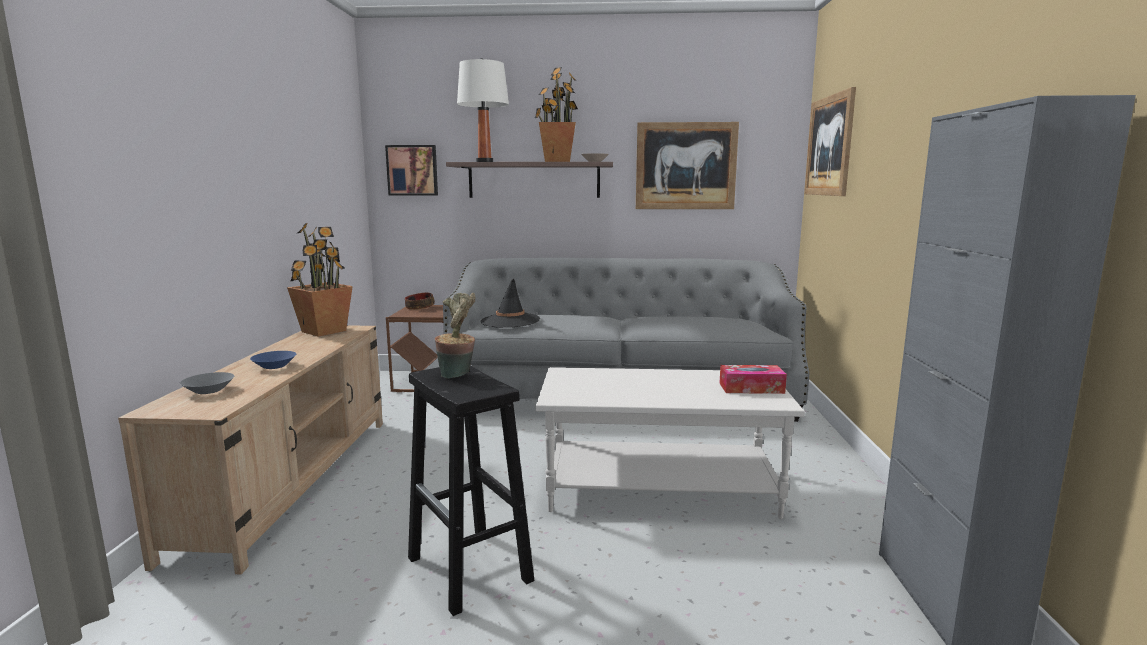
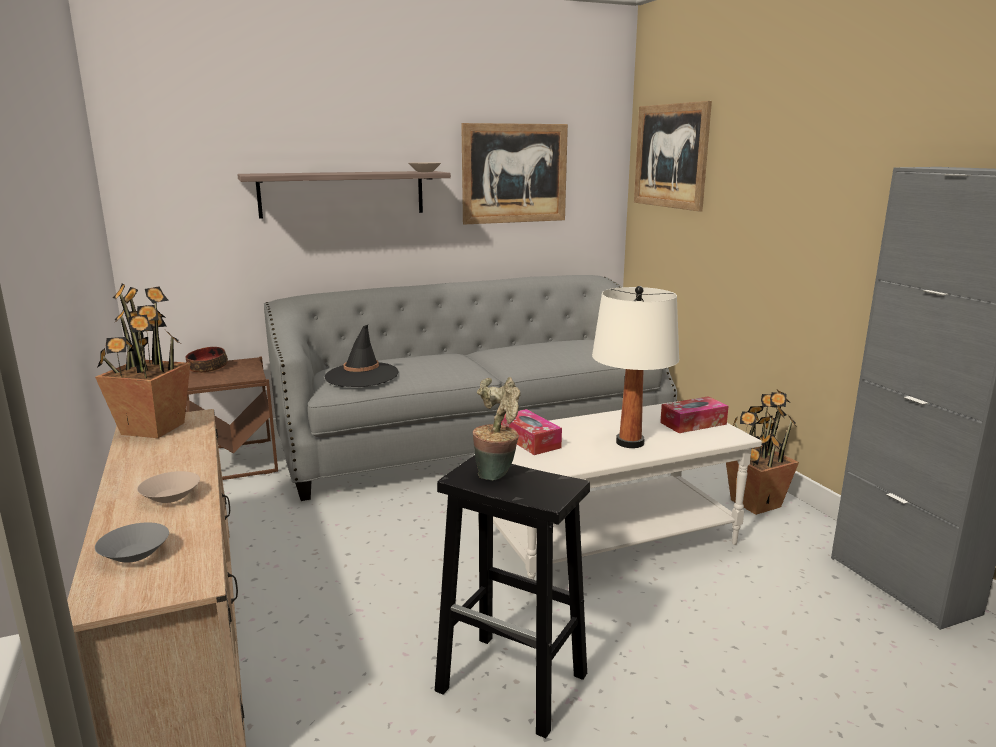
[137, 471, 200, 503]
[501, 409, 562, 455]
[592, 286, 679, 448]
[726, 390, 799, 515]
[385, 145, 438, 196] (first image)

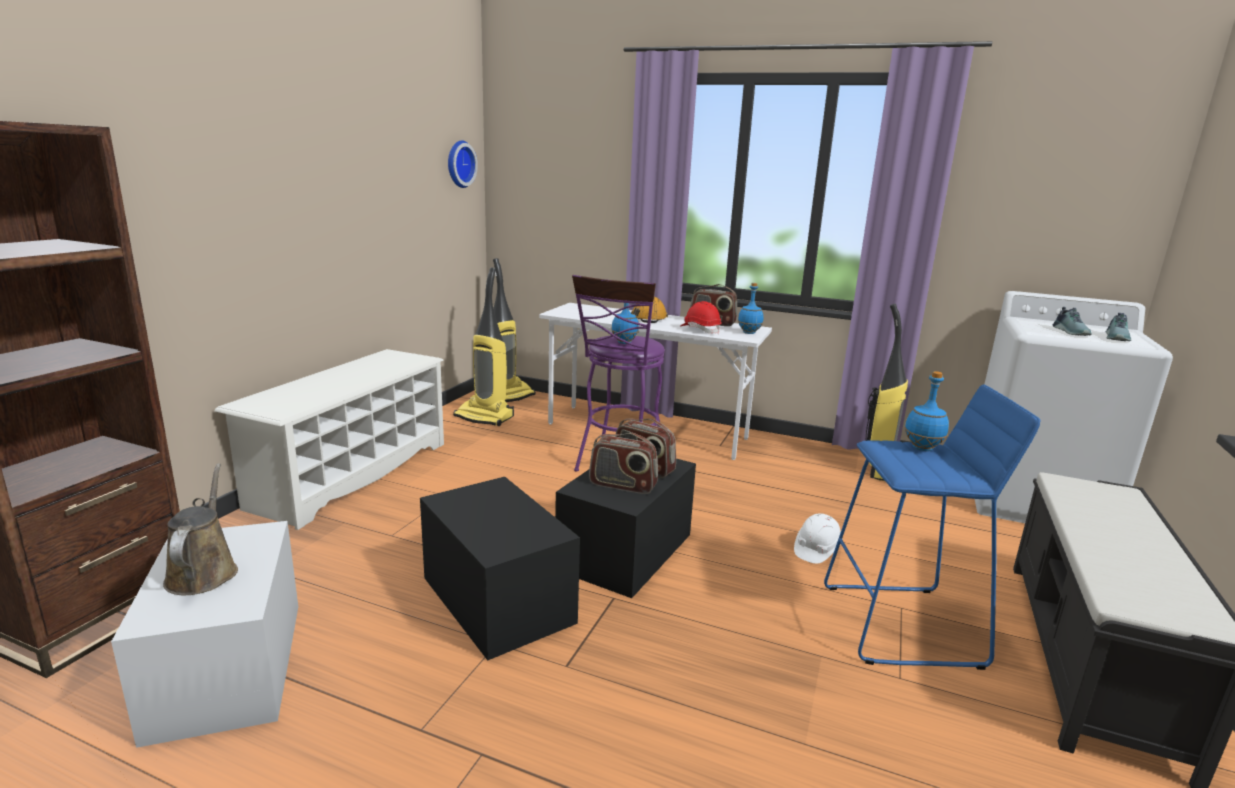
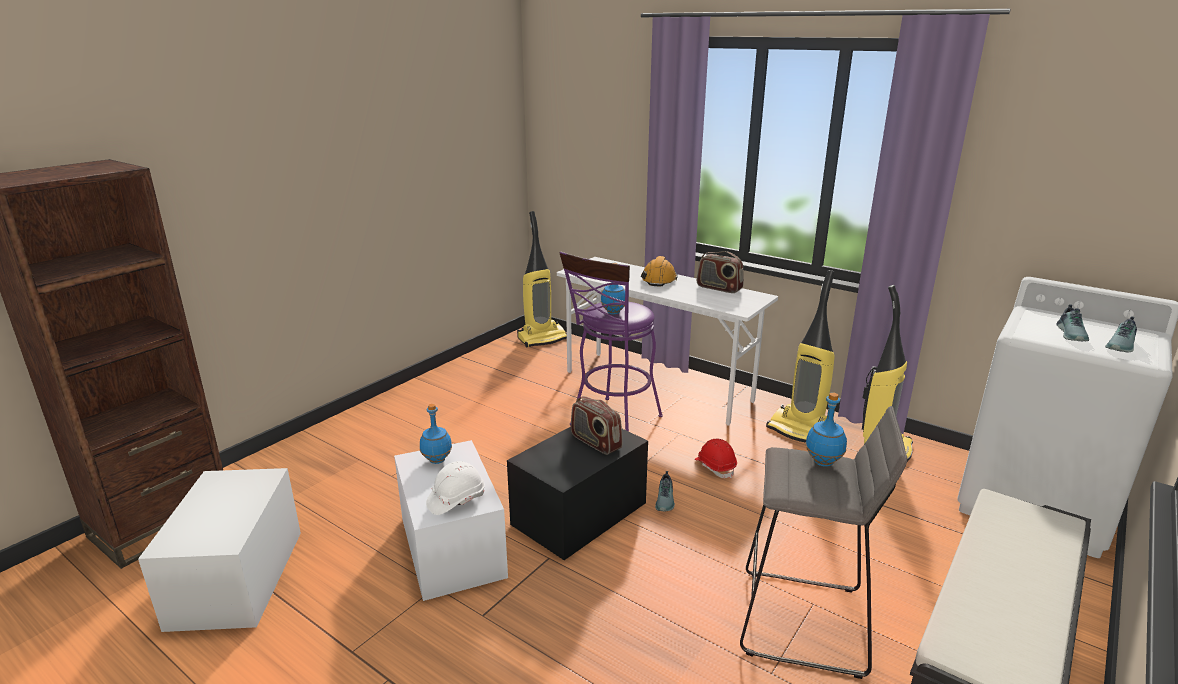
[394, 440, 508, 601]
[420, 404, 452, 464]
[426, 461, 485, 515]
[655, 471, 675, 511]
[695, 439, 737, 478]
[740, 406, 907, 679]
[766, 270, 836, 443]
[163, 463, 238, 595] (first image)
[215, 349, 444, 530] (first image)
[448, 141, 478, 188] (first image)
[589, 433, 658, 494] (first image)

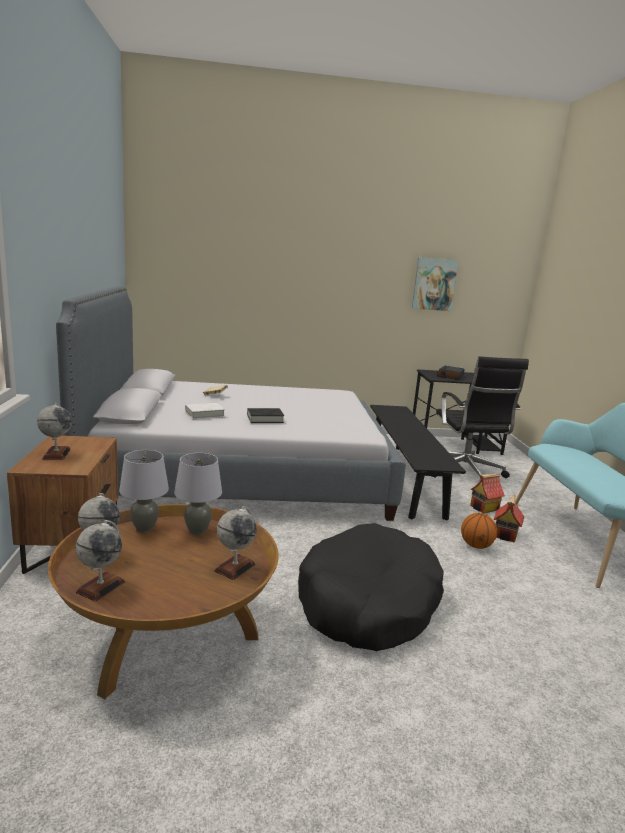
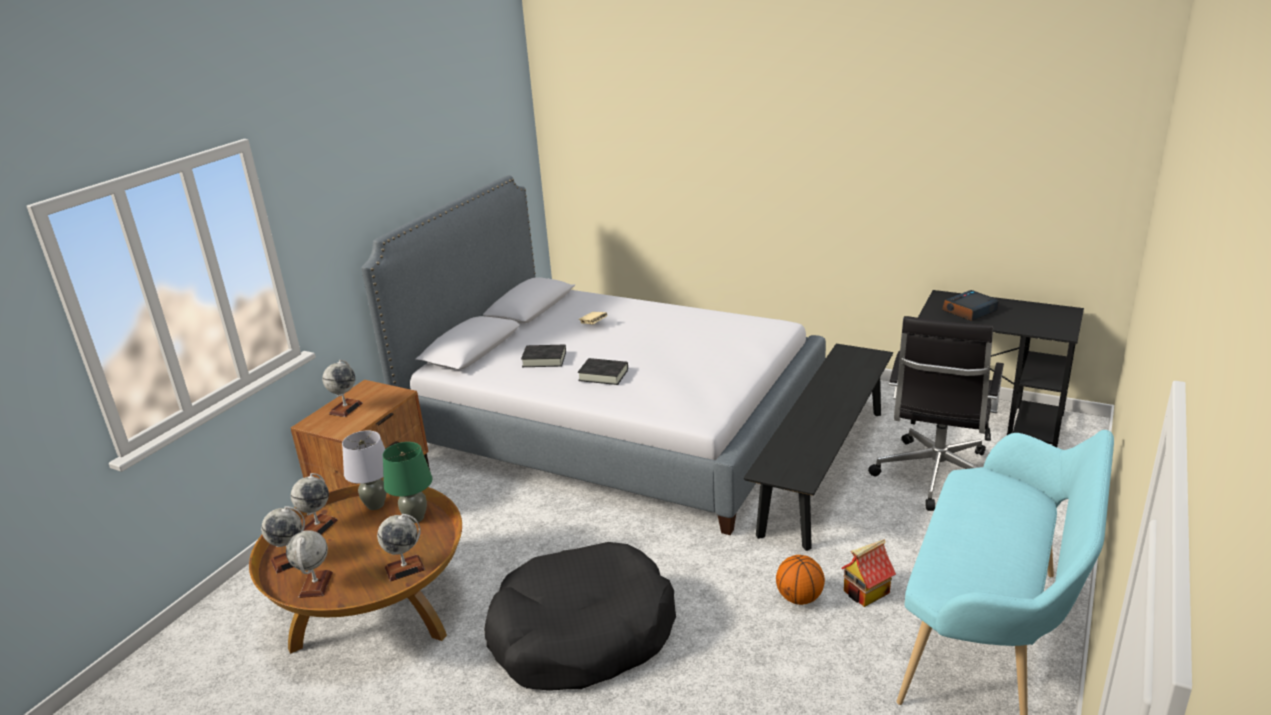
[286, 530, 333, 598]
[383, 442, 432, 523]
[521, 345, 566, 367]
[412, 257, 459, 311] (first image)
[470, 474, 505, 514] (first image)

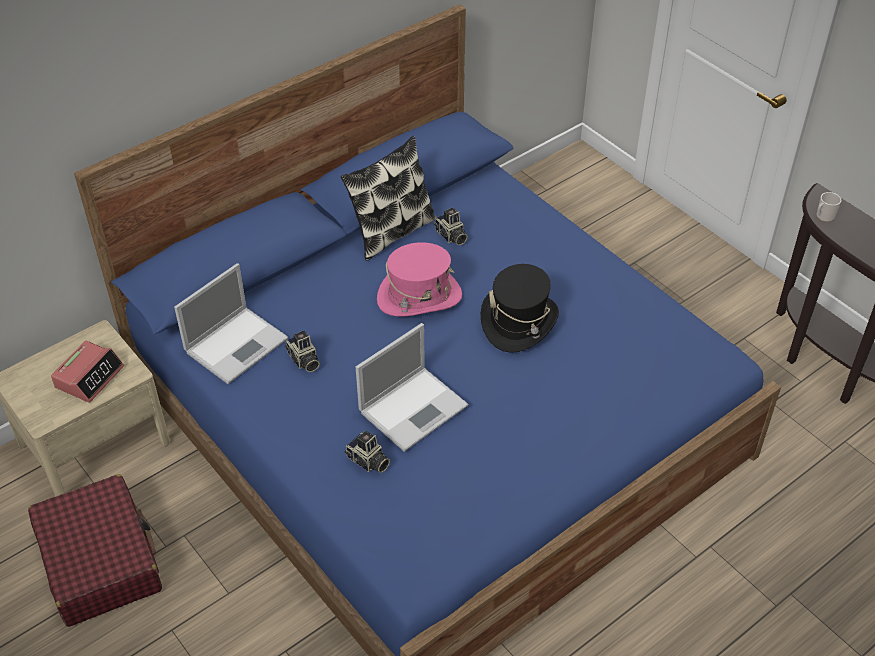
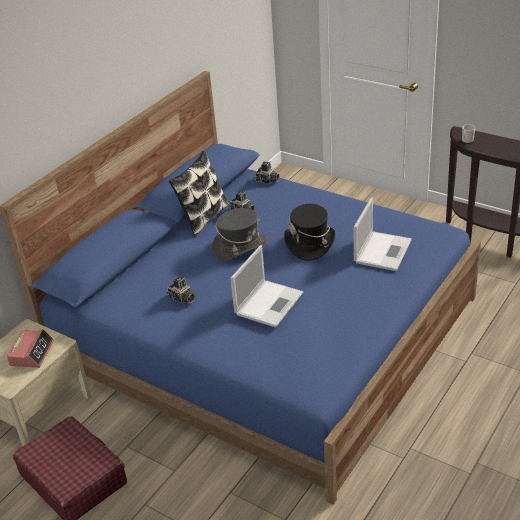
[212, 208, 268, 260]
[254, 161, 280, 184]
[354, 198, 412, 271]

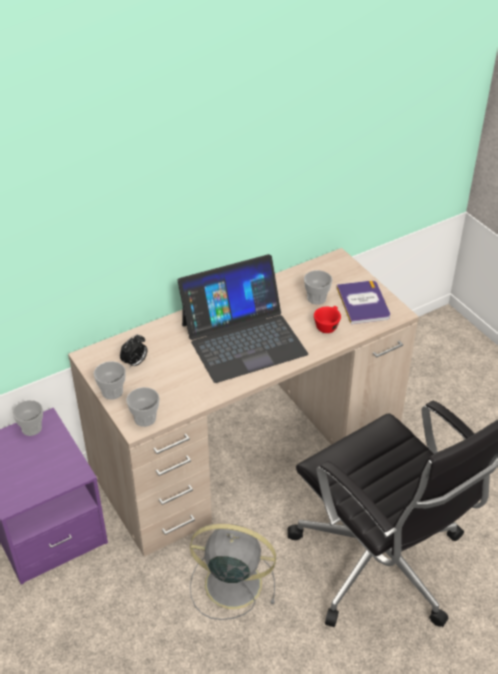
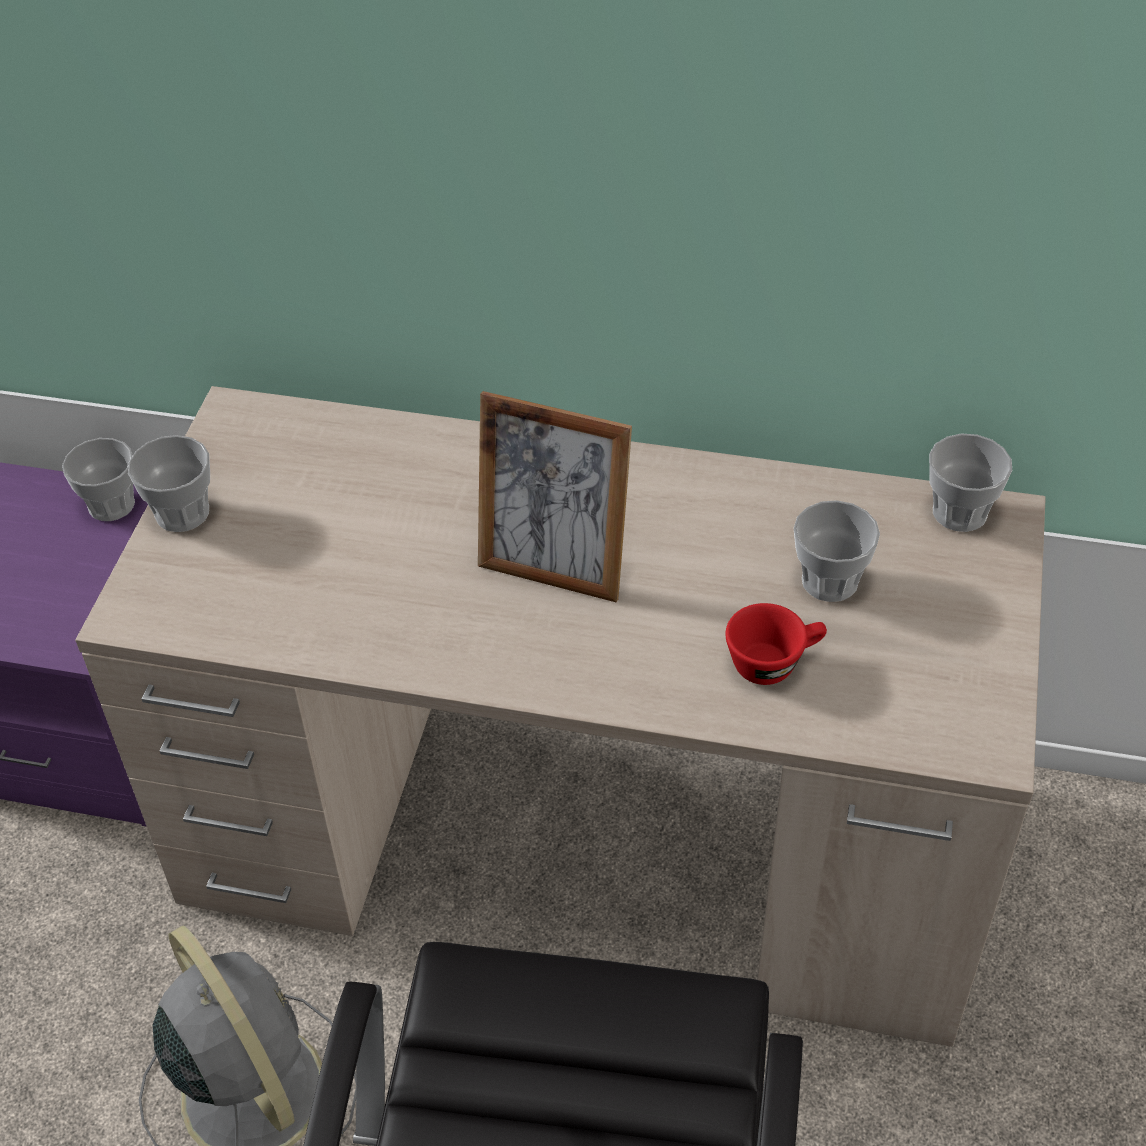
[478, 391, 632, 602]
[929, 433, 1012, 532]
[120, 334, 147, 369] (first image)
[336, 281, 390, 324] (first image)

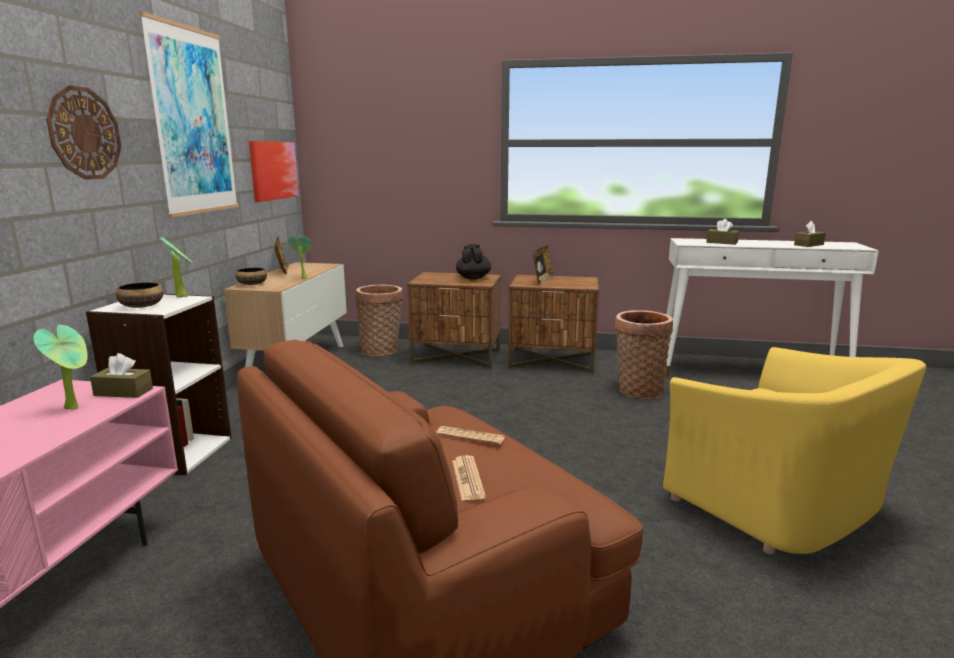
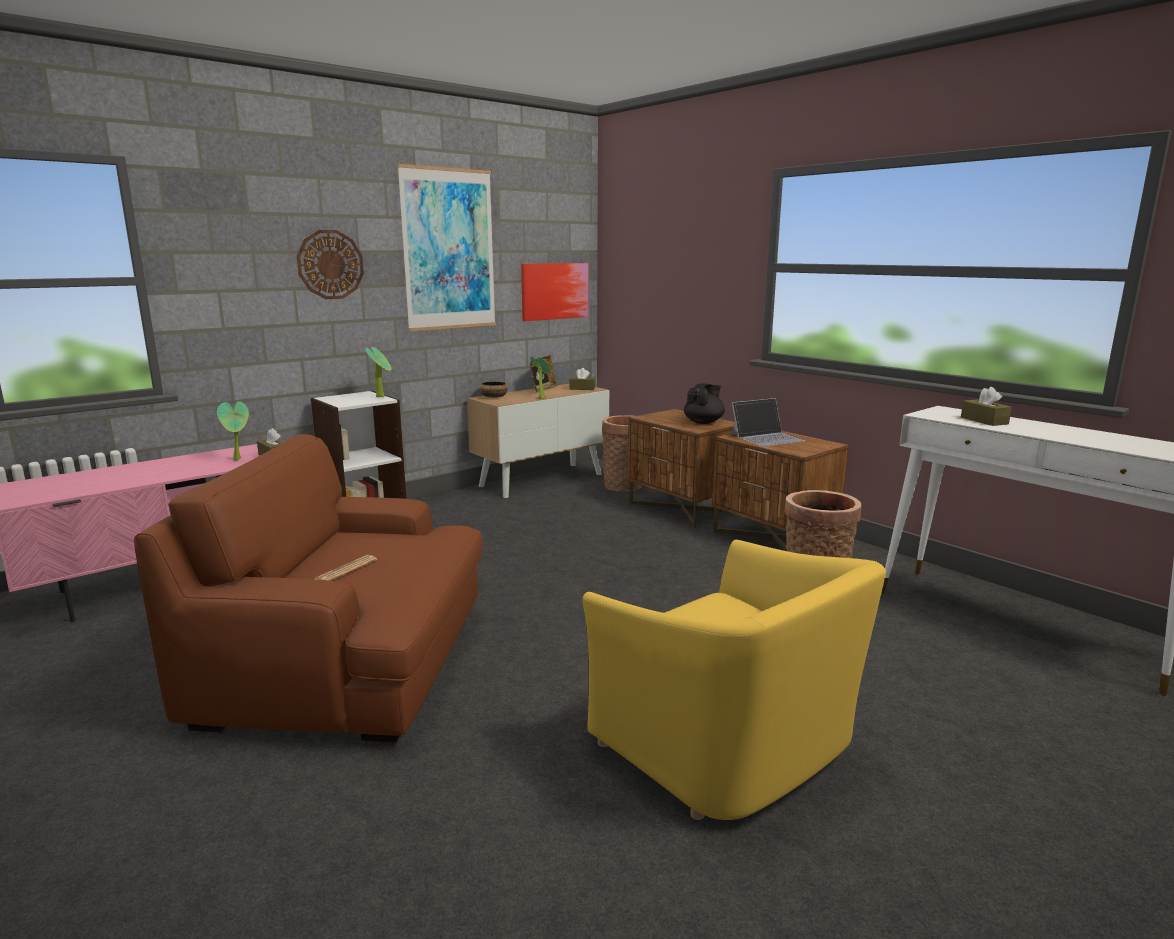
[569, 368, 595, 390]
[582, 540, 886, 820]
[731, 398, 805, 447]
[116, 282, 163, 308] (first image)
[436, 426, 505, 445] (first image)

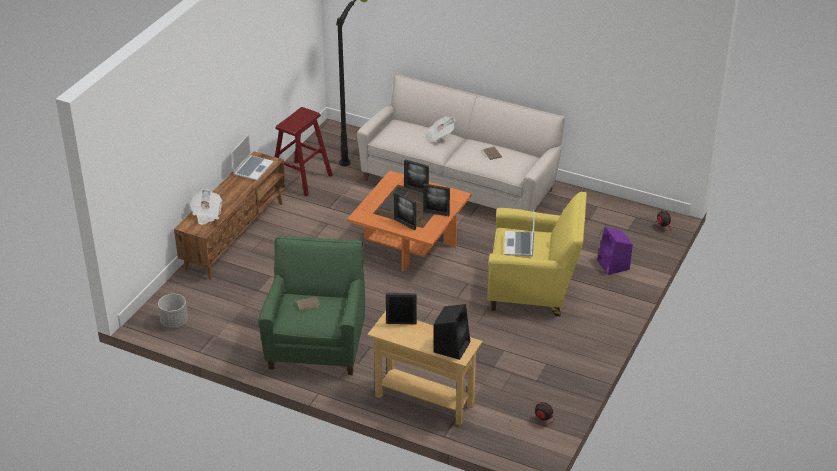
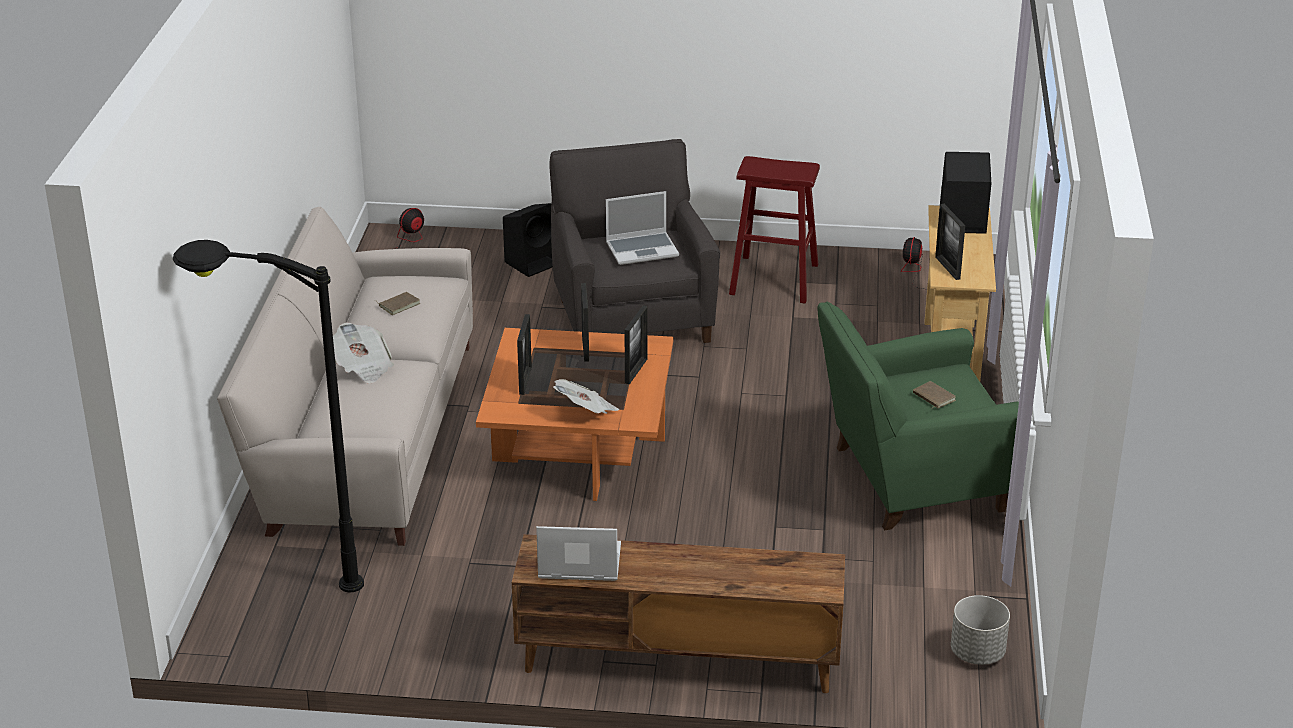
[503, 203, 553, 277]
[550, 139, 720, 343]
[553, 379, 619, 414]
[729, 156, 820, 304]

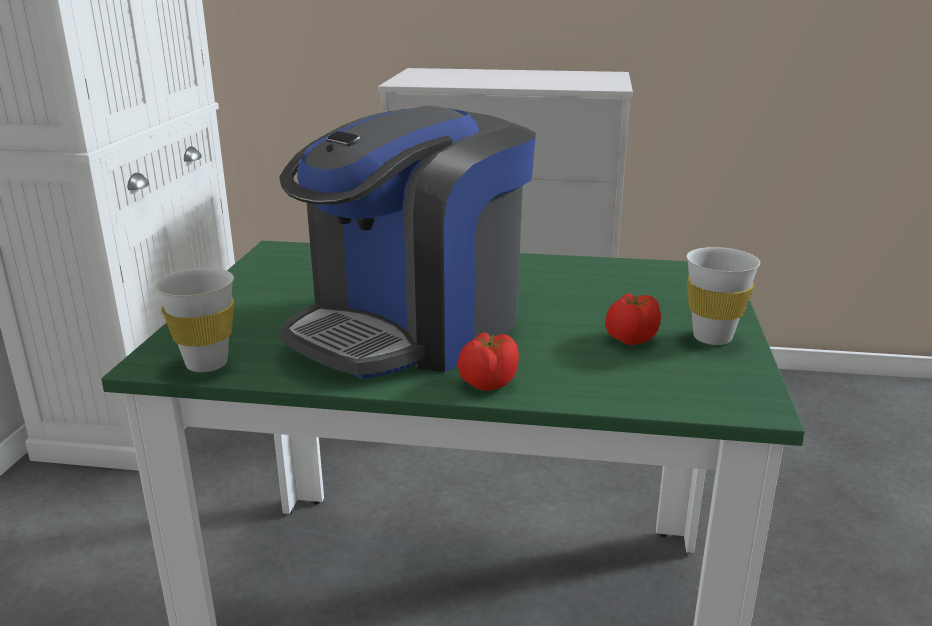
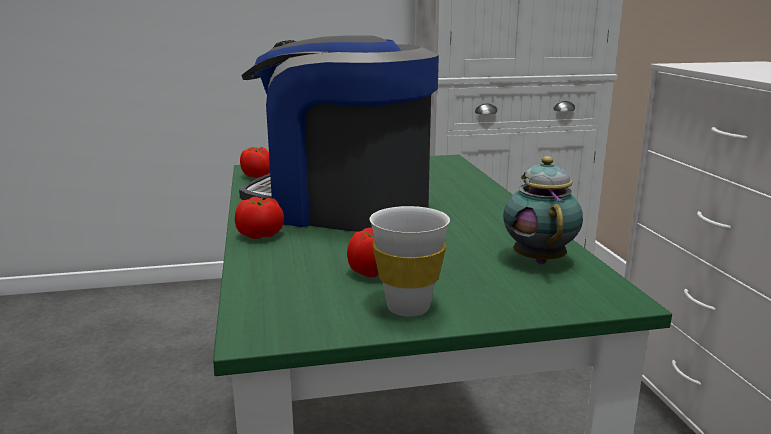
[240, 147, 270, 178]
[503, 156, 583, 265]

